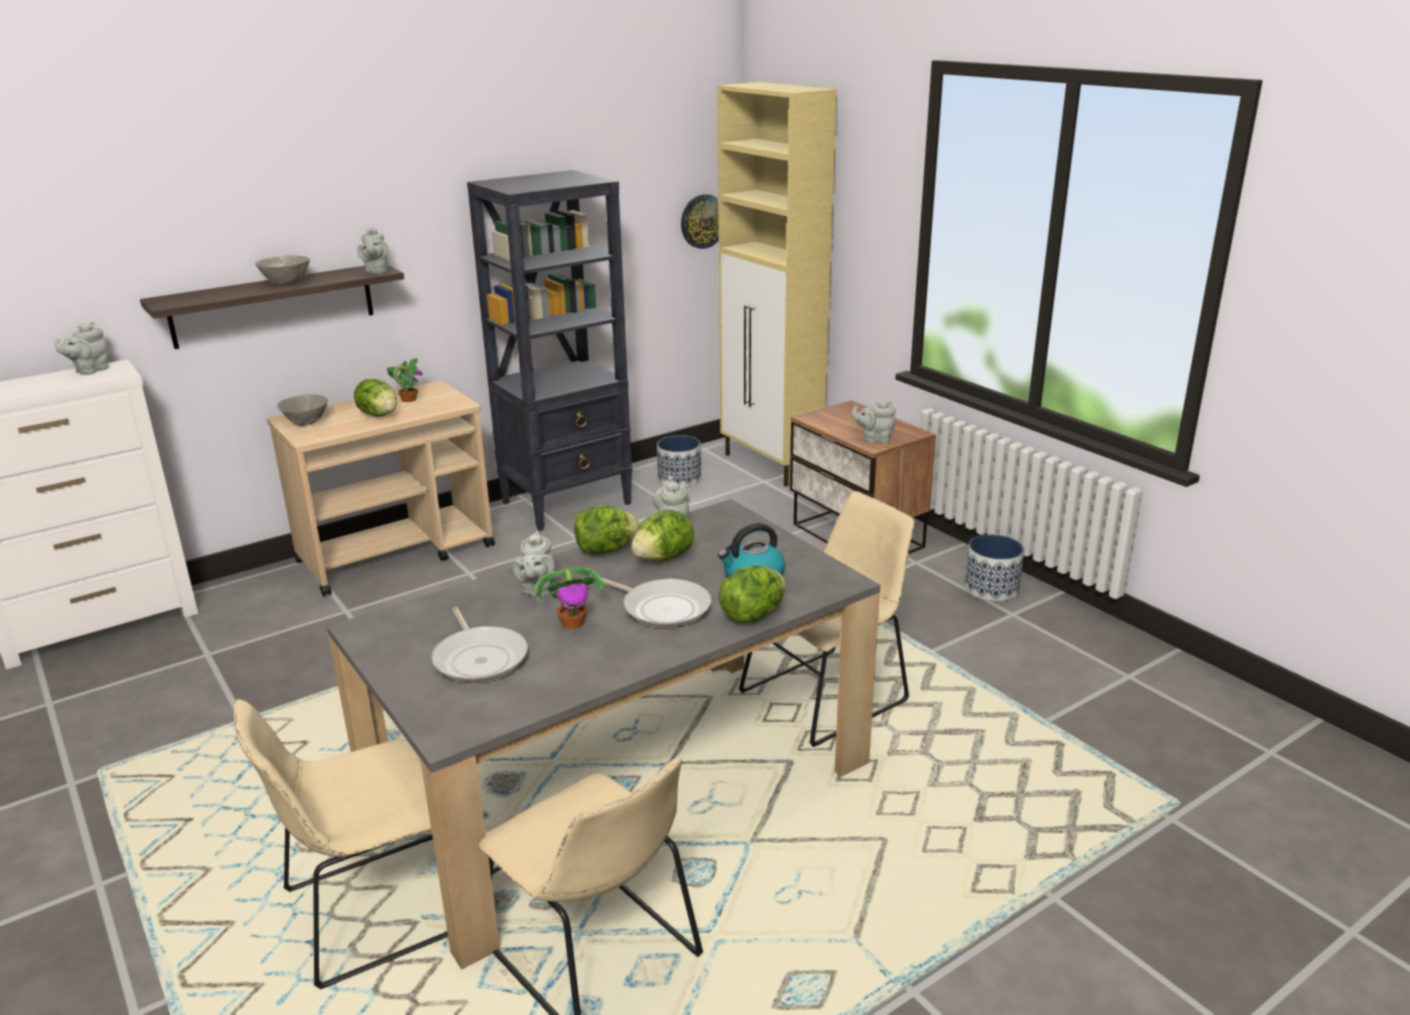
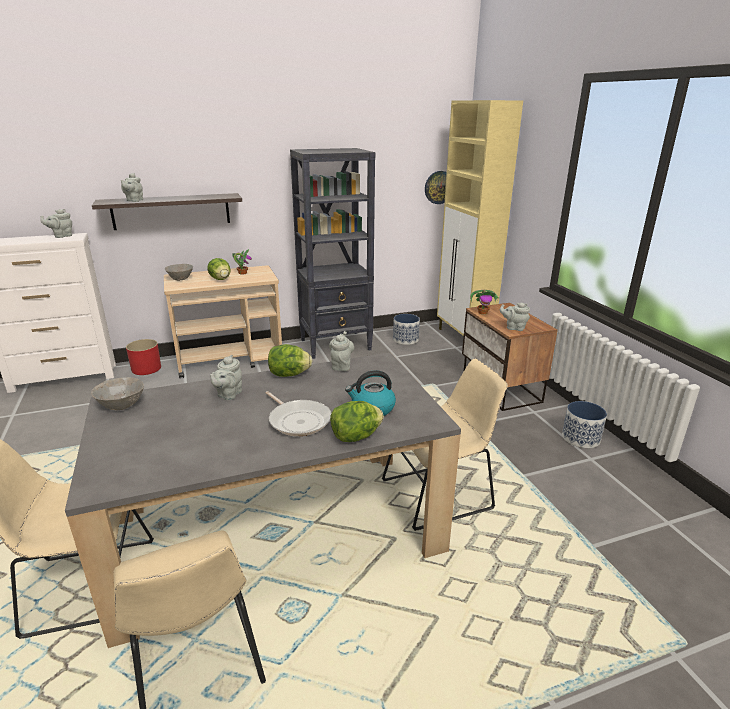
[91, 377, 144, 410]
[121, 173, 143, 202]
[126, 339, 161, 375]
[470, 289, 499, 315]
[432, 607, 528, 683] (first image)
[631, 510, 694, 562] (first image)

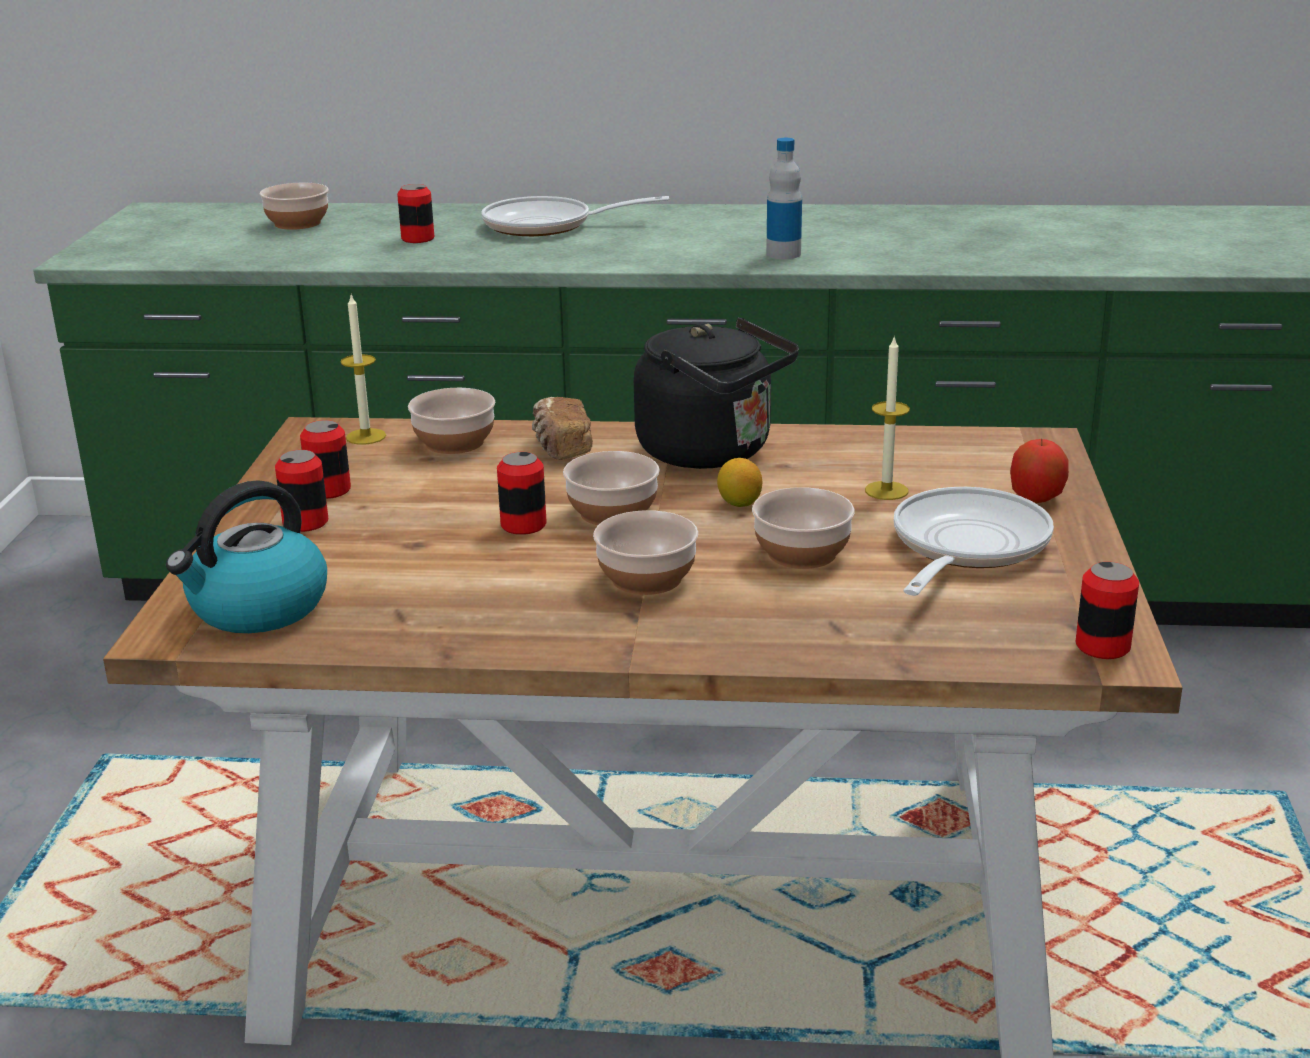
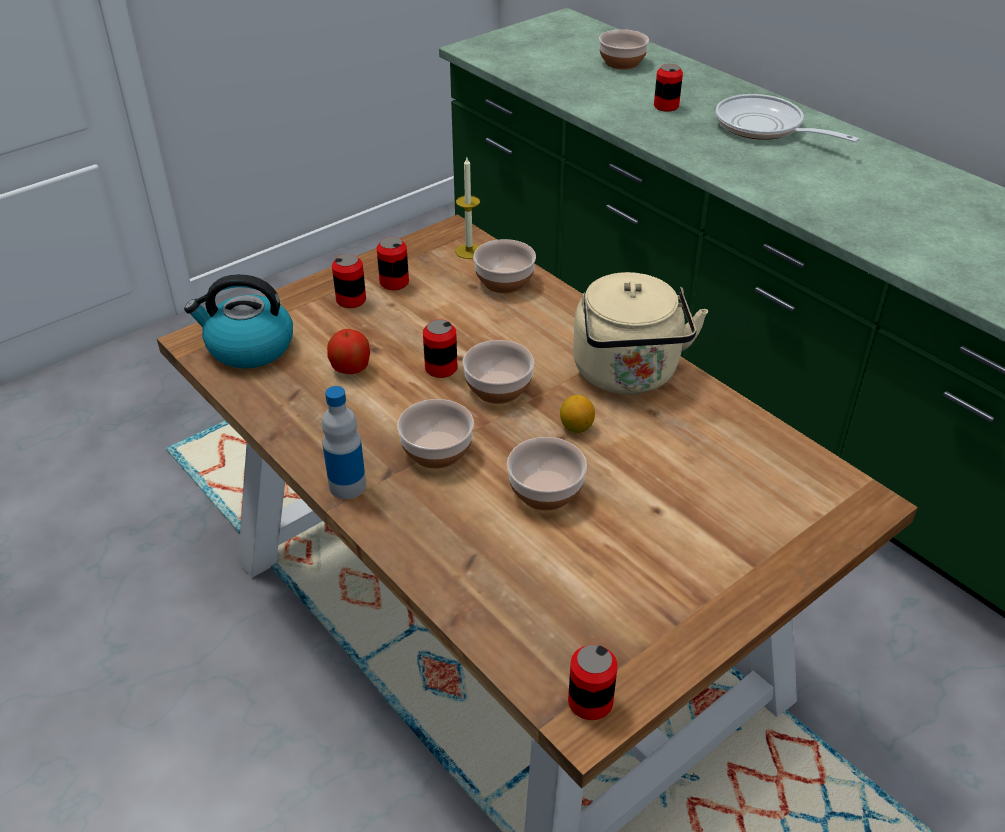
[322, 386, 366, 499]
[327, 329, 370, 374]
[573, 272, 708, 395]
[532, 397, 593, 460] (first image)
[865, 335, 910, 500] (first image)
[894, 487, 1054, 596] (first image)

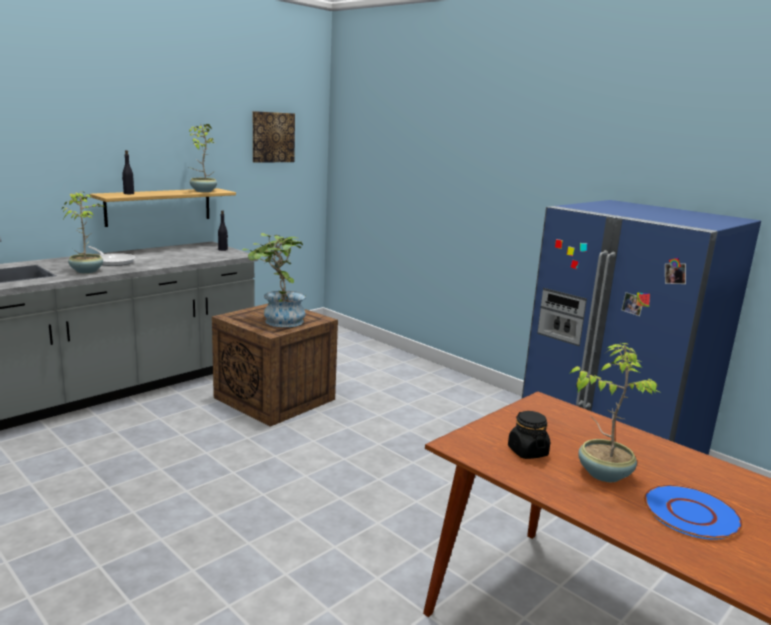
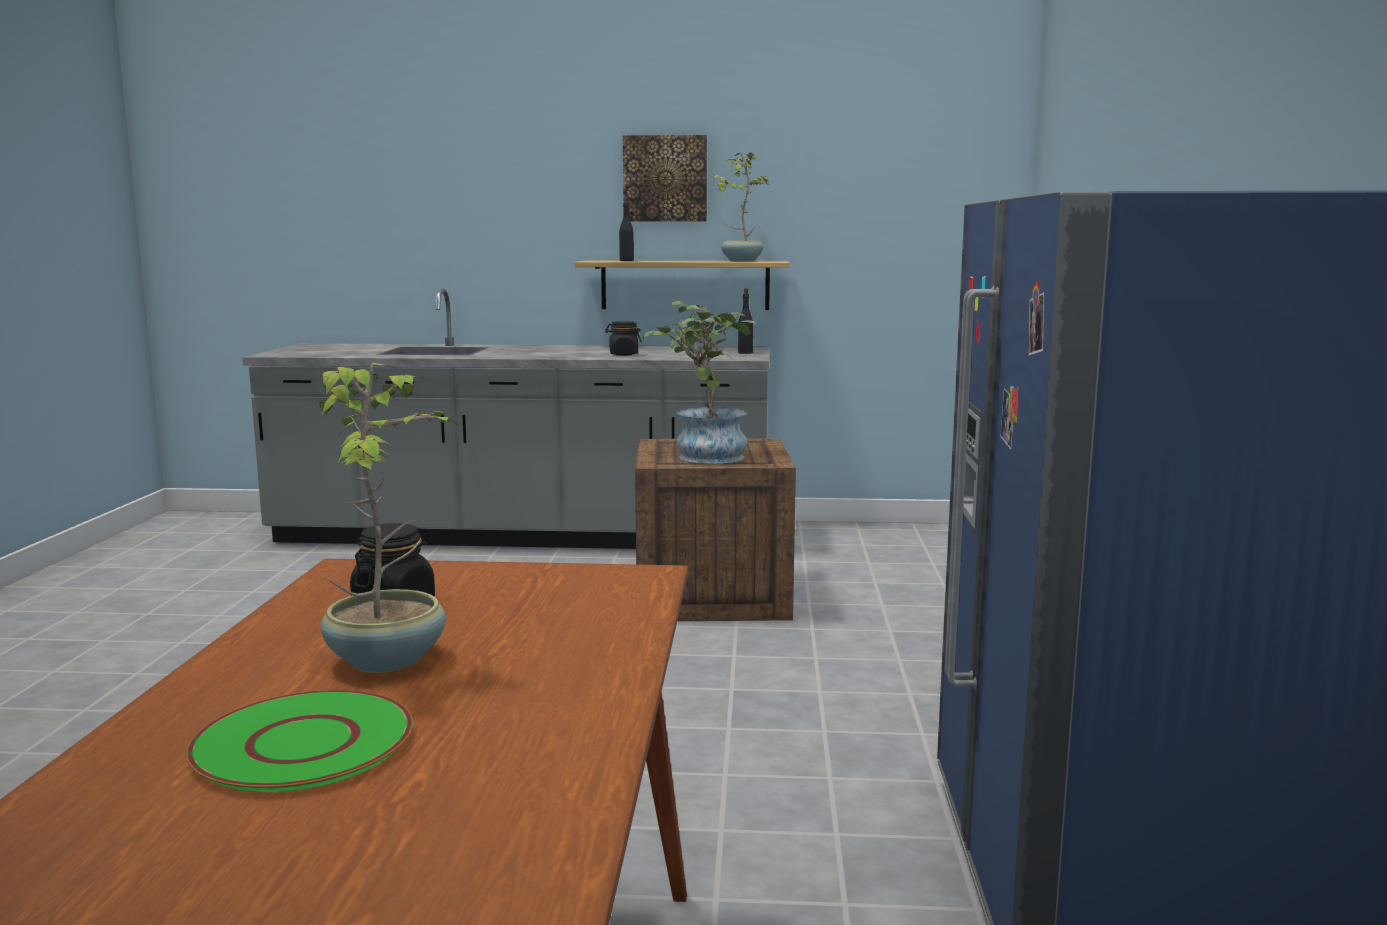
[186, 690, 413, 792]
[605, 321, 642, 356]
[623, 135, 707, 221]
[62, 191, 105, 273] (first image)
[88, 246, 136, 266] (first image)

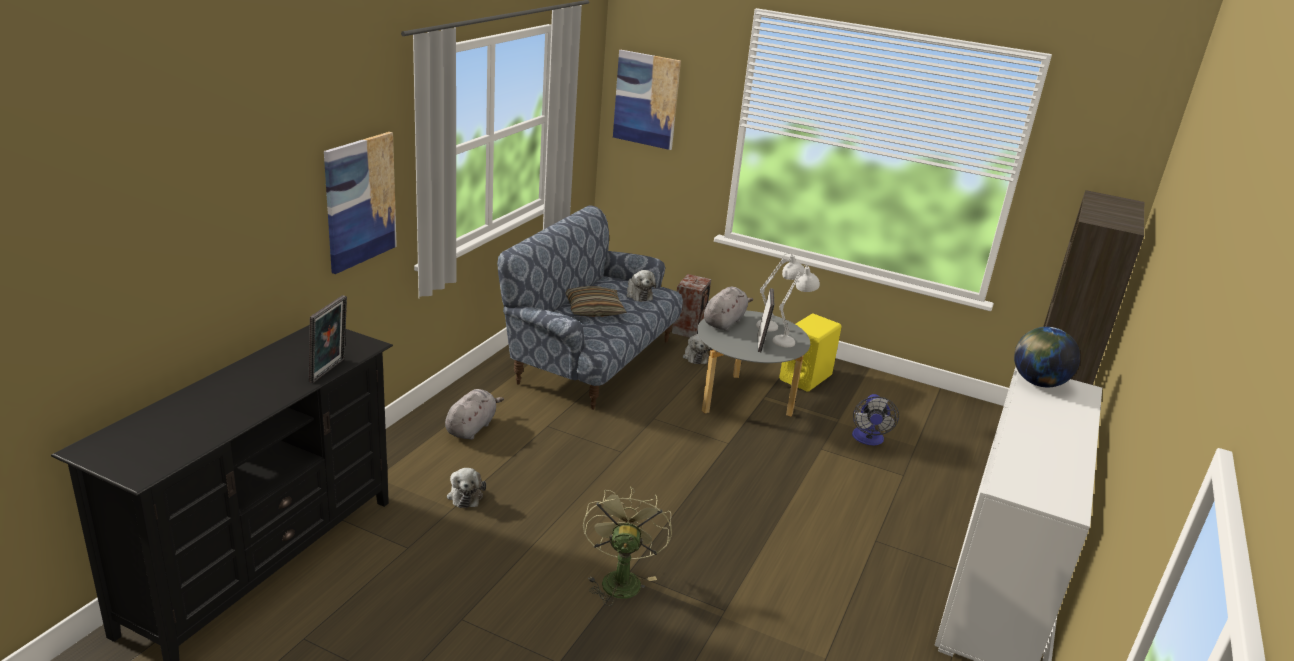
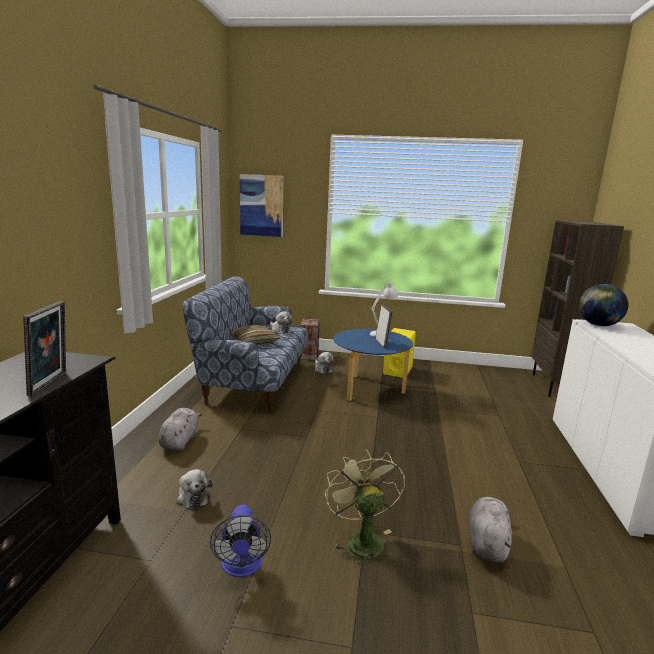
[210, 505, 271, 577]
[333, 329, 413, 401]
[469, 497, 513, 563]
[324, 132, 397, 274] (first image)
[773, 265, 820, 347] (first image)

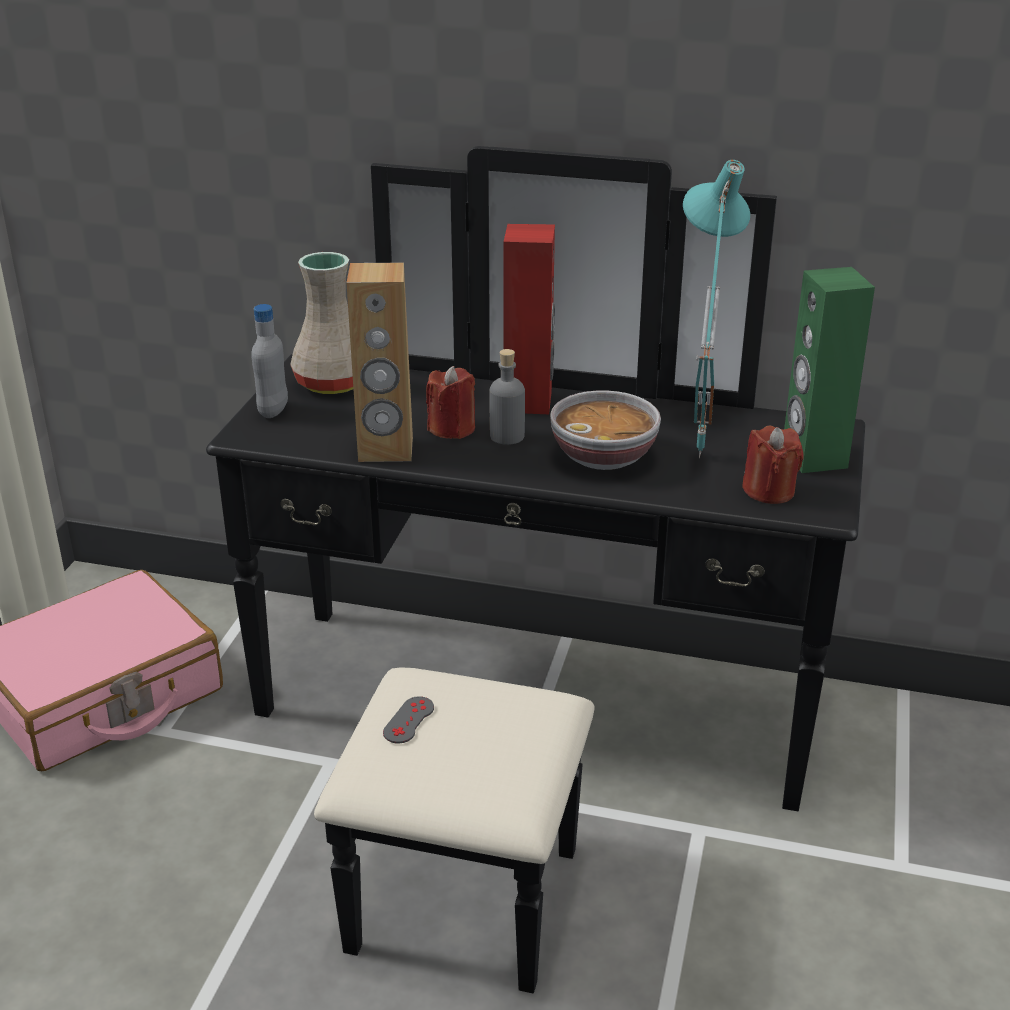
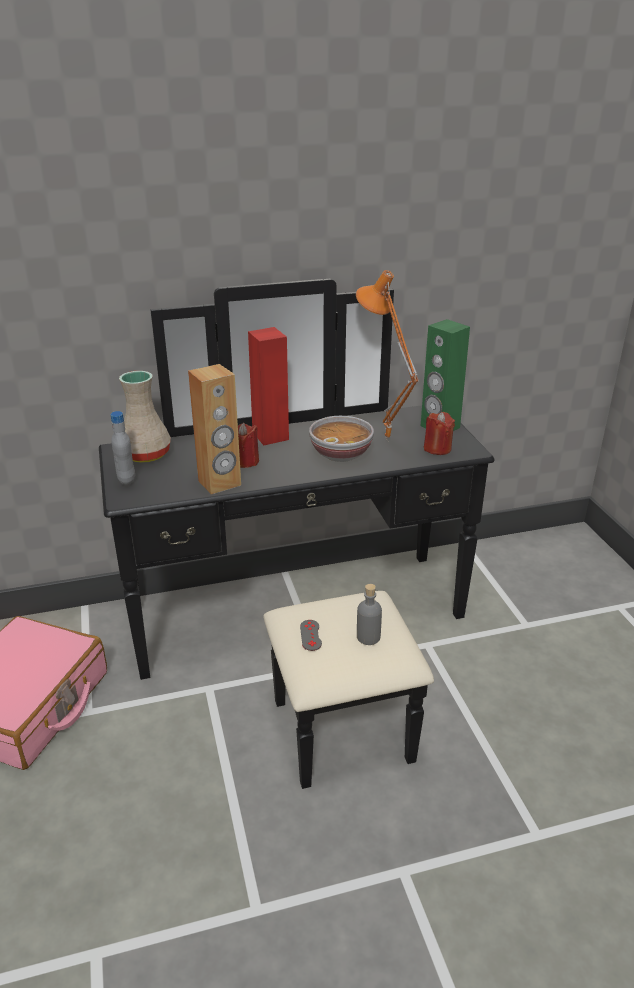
[356, 270, 418, 442]
[357, 584, 382, 645]

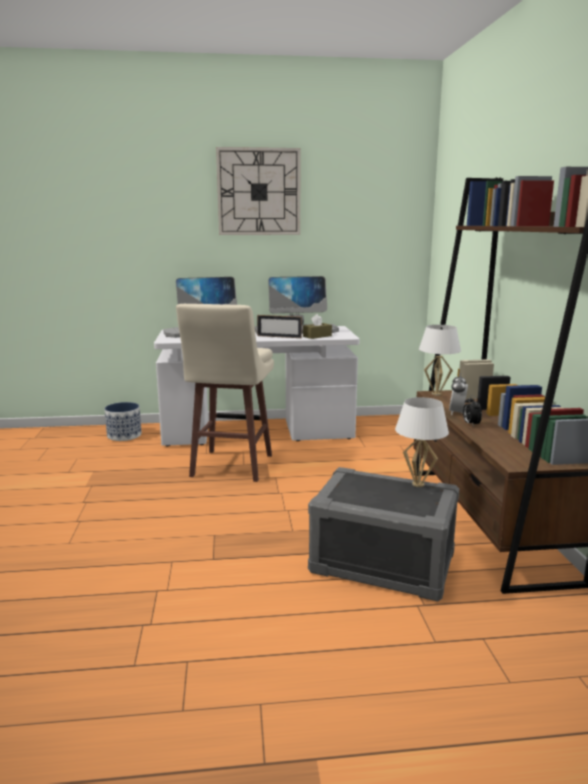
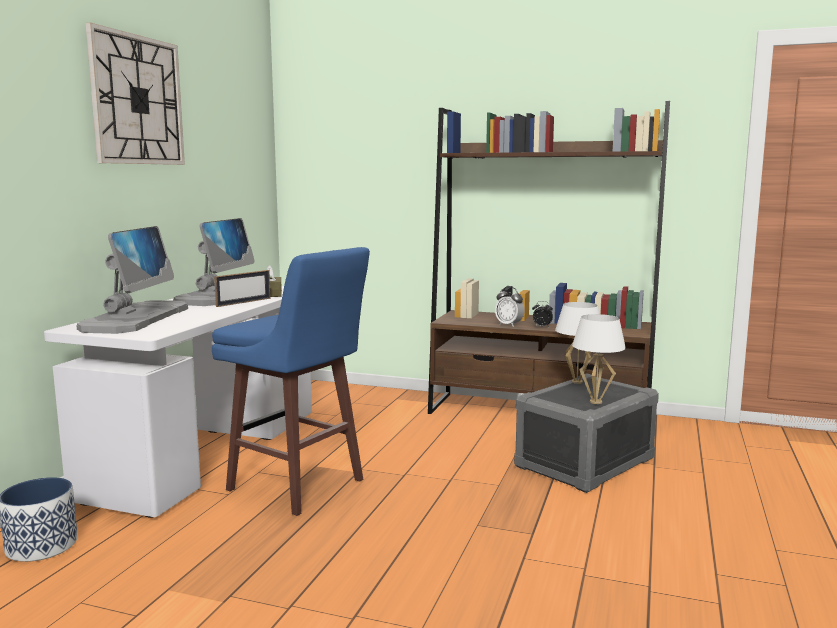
[212, 247, 370, 516]
[572, 314, 626, 404]

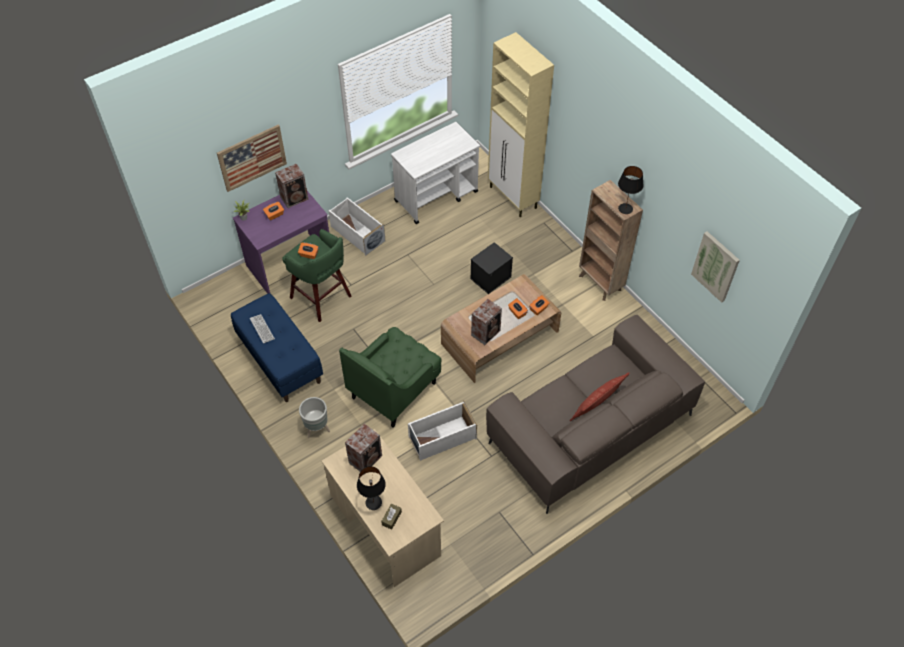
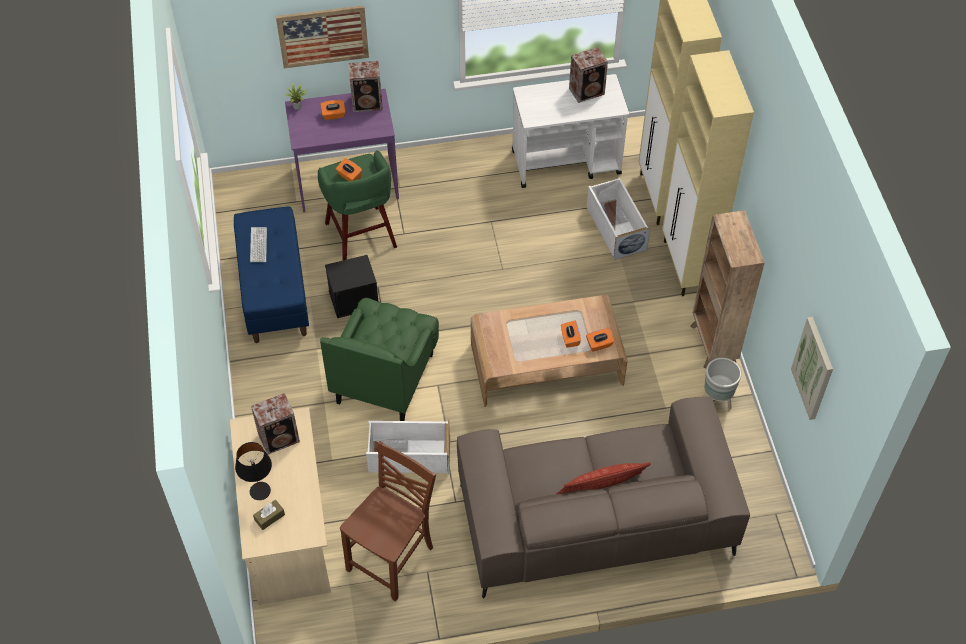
[320, 298, 439, 421]
[325, 255, 378, 318]
[340, 441, 436, 602]
[569, 47, 608, 103]
[587, 177, 650, 260]
[662, 50, 754, 296]
[704, 358, 742, 410]
[618, 166, 644, 214] (first image)

